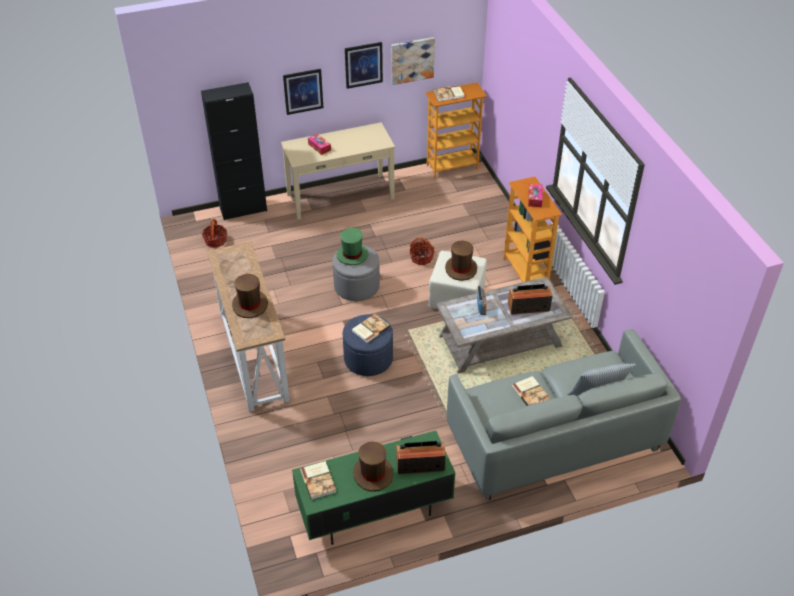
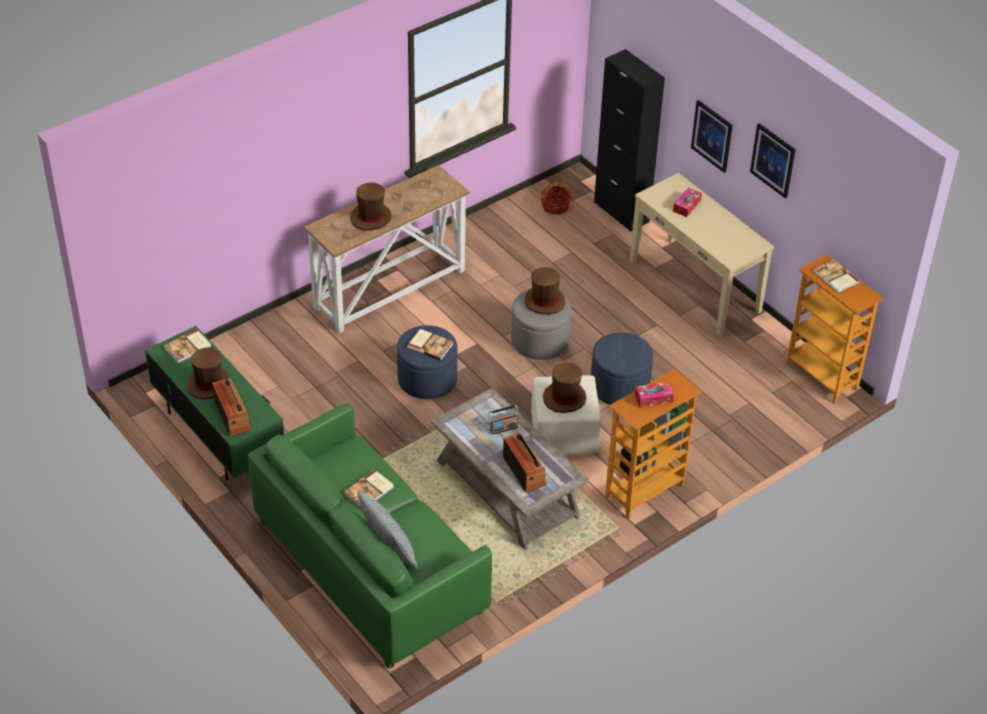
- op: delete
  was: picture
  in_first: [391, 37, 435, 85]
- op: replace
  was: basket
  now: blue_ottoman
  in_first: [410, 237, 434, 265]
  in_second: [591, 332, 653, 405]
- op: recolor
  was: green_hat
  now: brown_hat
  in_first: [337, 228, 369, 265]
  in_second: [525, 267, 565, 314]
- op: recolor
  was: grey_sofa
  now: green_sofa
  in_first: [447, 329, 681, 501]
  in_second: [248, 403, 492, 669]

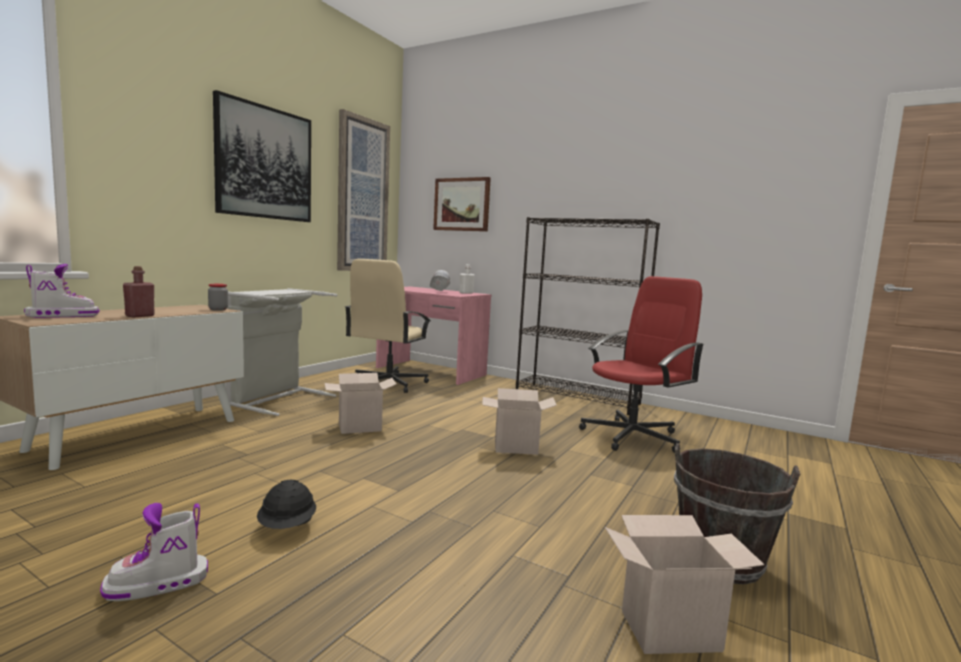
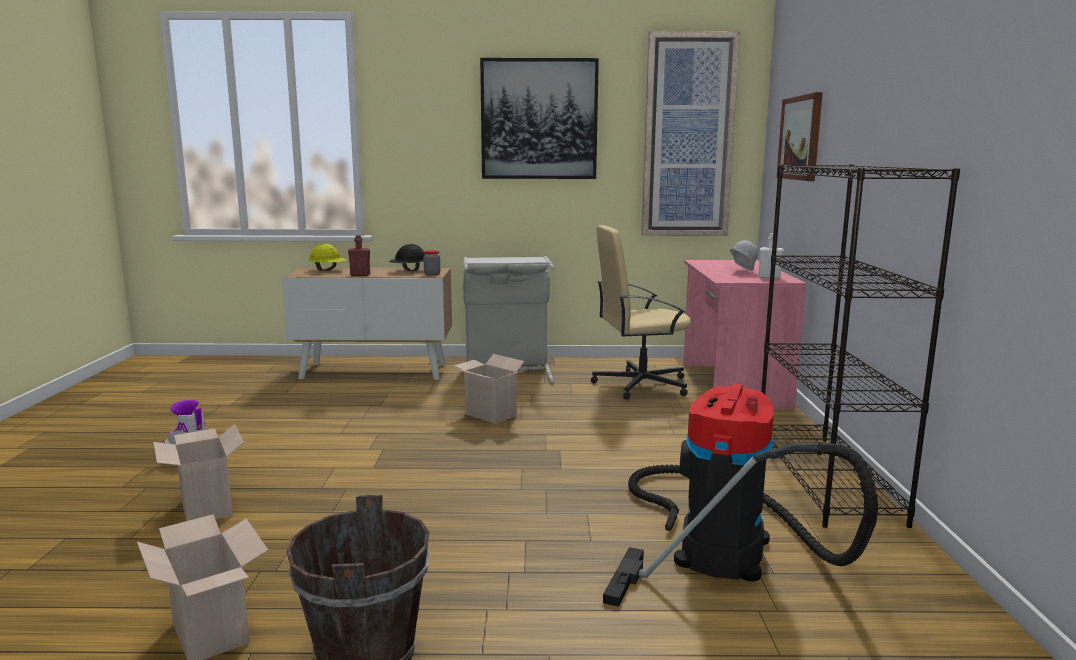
- op: move
  was: black_hard_hat
  in_first: [257, 480, 316, 529]
  in_second: [389, 244, 425, 271]
- op: move
  was: cardboard_box
  in_first: [482, 388, 557, 455]
  in_second: [153, 424, 244, 521]
- op: replace
  was: boot
  now: yellow_hard_hat
  in_first: [24, 264, 99, 318]
  in_second: [309, 244, 346, 271]
- op: replace
  was: red_office_chair
  now: vacuum_cleaner
  in_first: [579, 276, 704, 453]
  in_second: [603, 383, 878, 607]

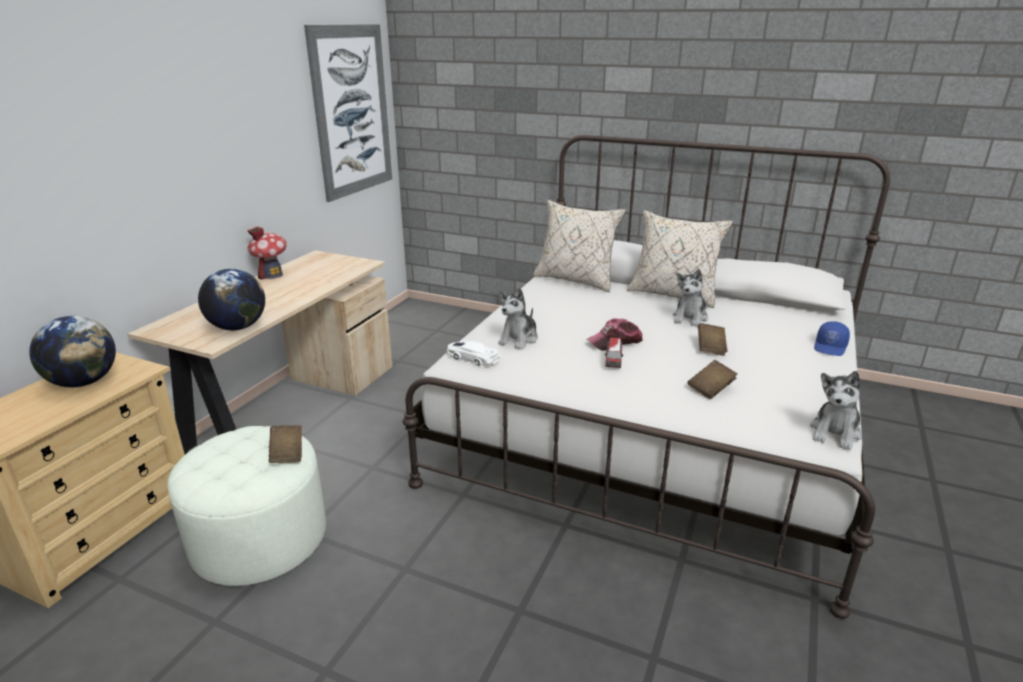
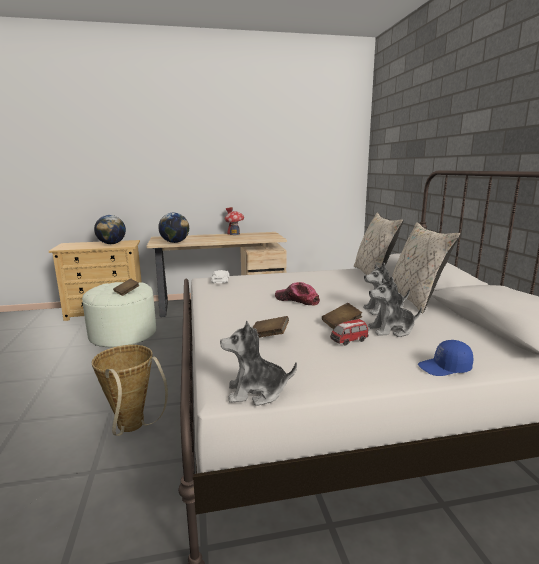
- op: delete
  was: picture
  in_first: [304, 24, 392, 202]
- op: insert
  now: basket
  in_second: [91, 345, 168, 436]
- op: move
  was: plush_toy
  in_first: [498, 288, 538, 350]
  in_second: [368, 277, 422, 337]
- op: move
  was: toy_car
  in_first: [605, 338, 623, 368]
  in_second: [330, 319, 368, 346]

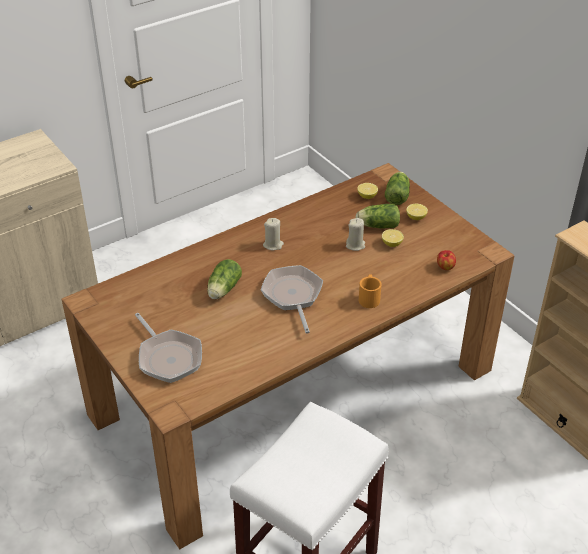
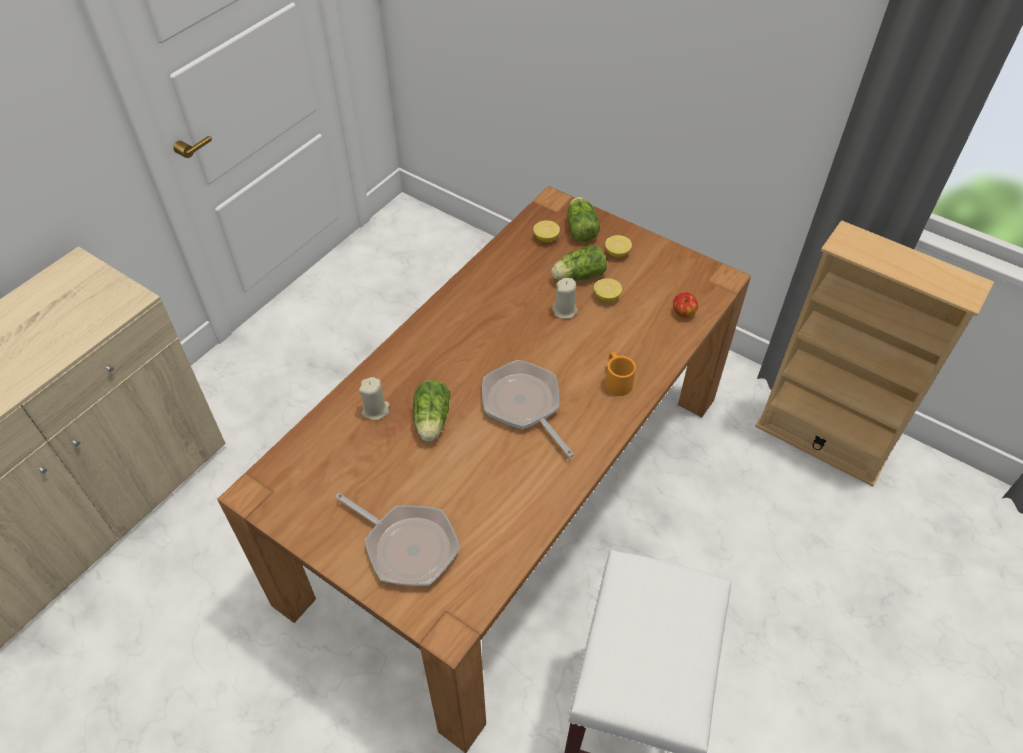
- op: move
  was: beige_candle
  in_first: [263, 218, 284, 250]
  in_second: [359, 377, 390, 420]

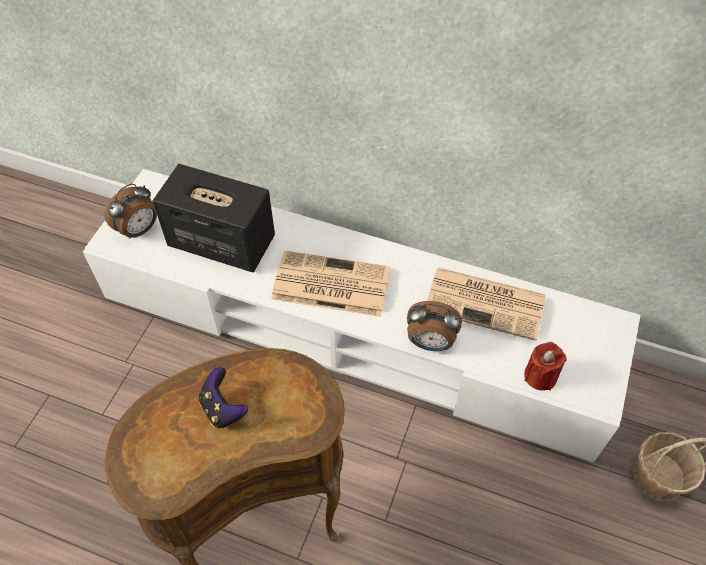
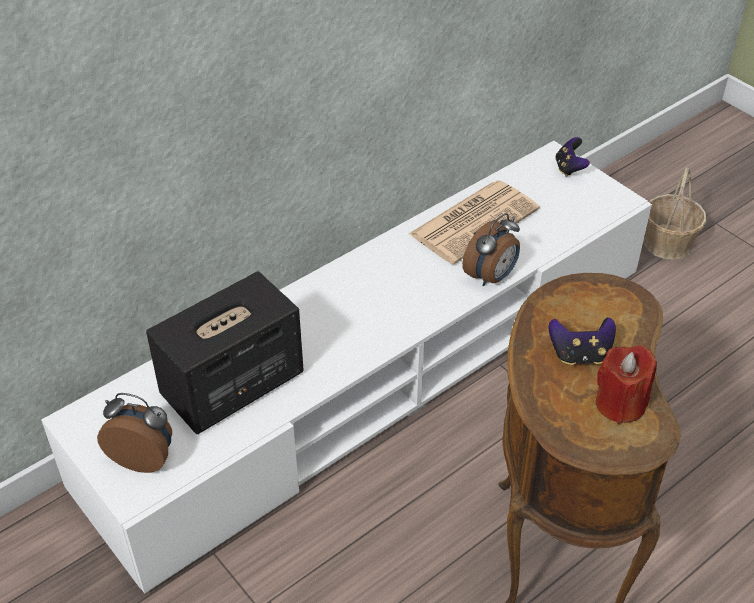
- op: delete
  was: newspaper
  in_first: [271, 251, 390, 317]
- op: insert
  now: game_controller
  in_second: [555, 137, 590, 177]
- op: move
  was: red_candle
  in_first: [524, 342, 567, 391]
  in_second: [596, 345, 657, 424]
- op: rotate
  was: alarm_clock
  in_first: [104, 184, 157, 239]
  in_second: [97, 393, 172, 473]
  clockwise: -60

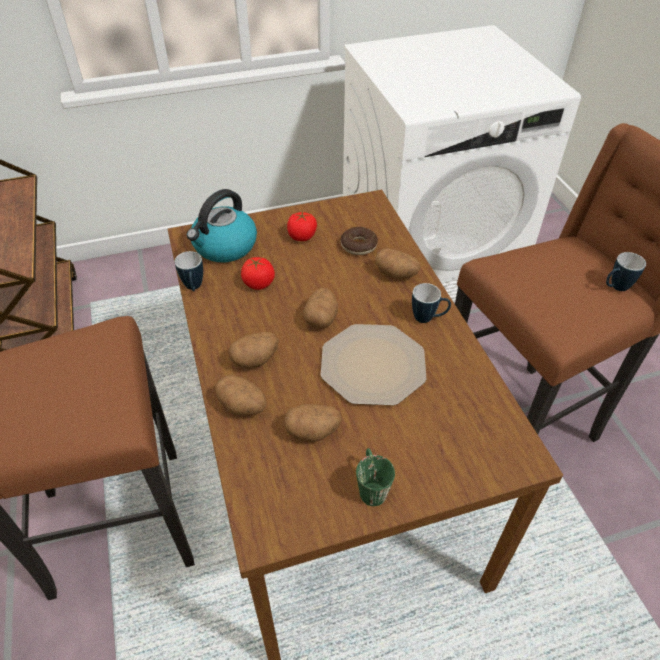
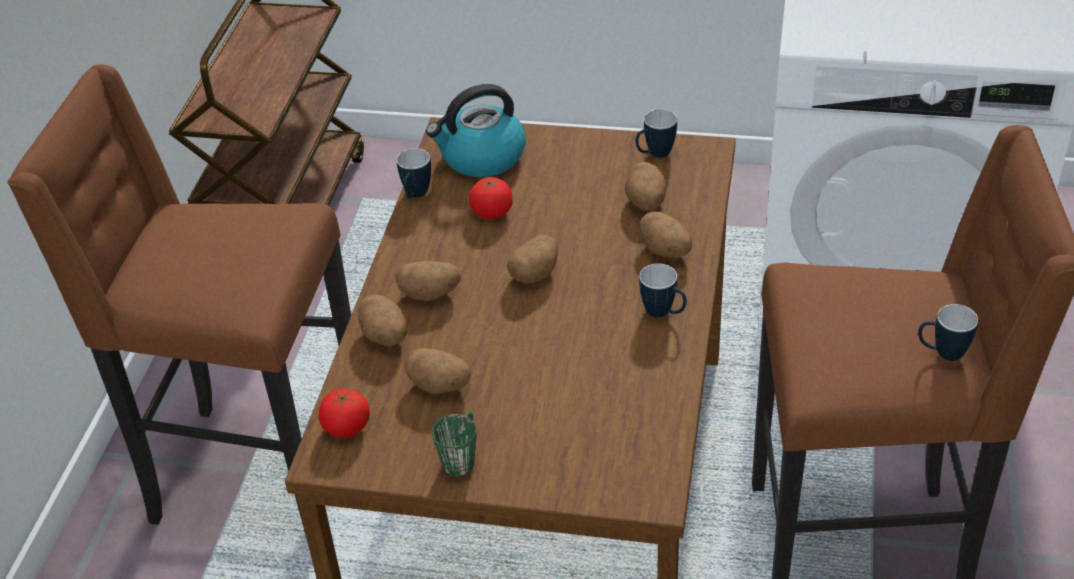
- op: delete
  was: plate
  in_first: [321, 324, 426, 406]
- op: insert
  now: mug
  in_second: [635, 109, 677, 158]
- op: move
  was: tomato
  in_first: [287, 212, 317, 241]
  in_second: [318, 389, 370, 438]
- op: replace
  was: donut
  now: potato
  in_first: [341, 227, 378, 255]
  in_second: [625, 162, 667, 211]

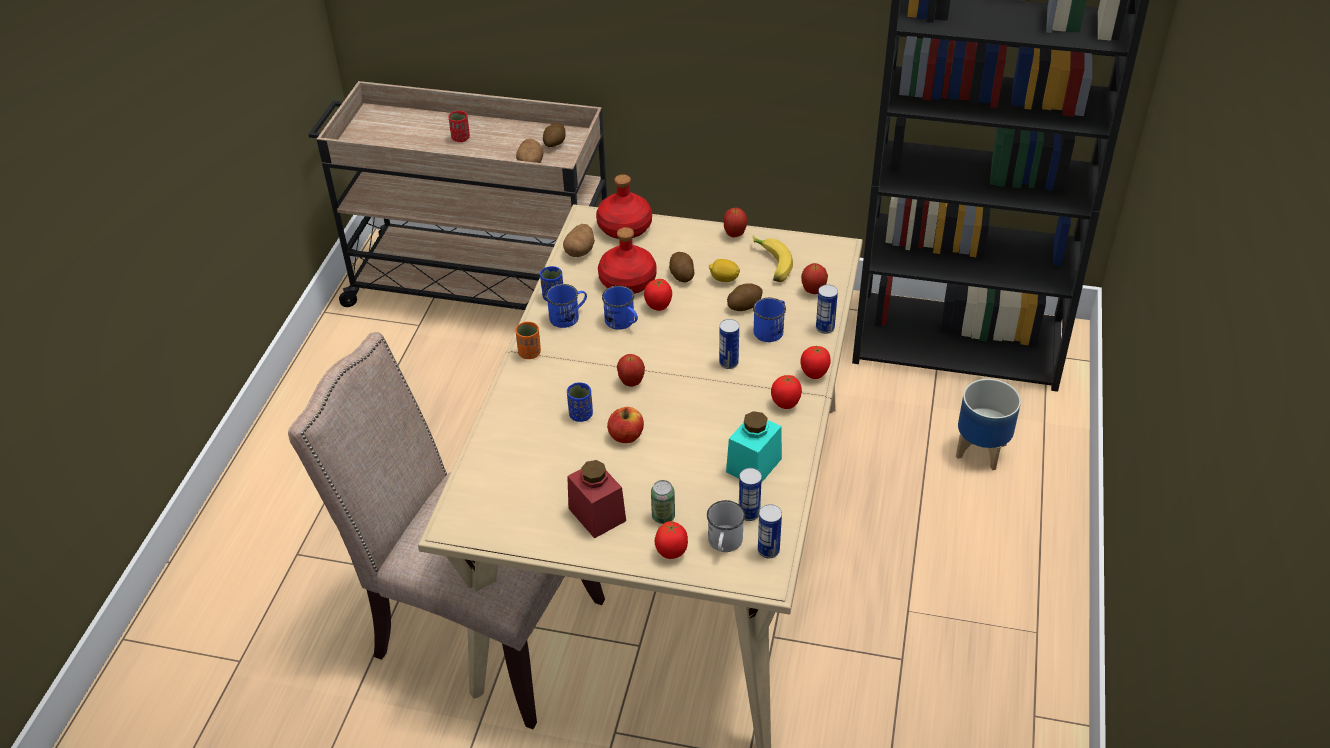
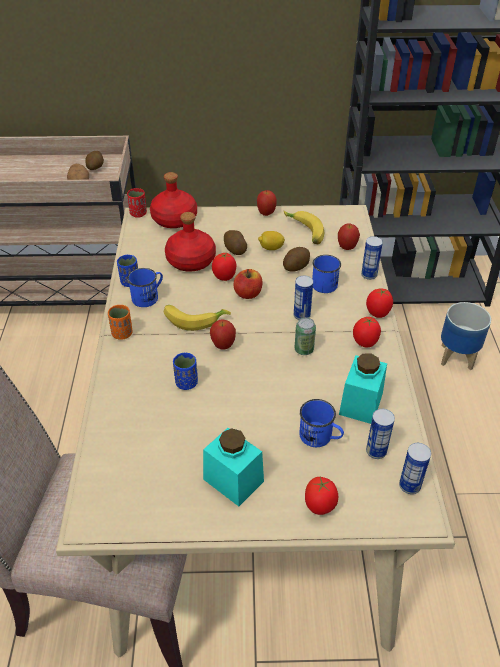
- op: delete
  was: potato
  in_first: [563, 224, 595, 257]
- op: delete
  was: white_mug
  in_first: [707, 500, 745, 552]
- op: insert
  now: banana
  in_second: [164, 305, 231, 331]
- op: move
  was: red_cup
  in_first: [448, 111, 470, 142]
  in_second: [127, 188, 147, 218]
- op: move
  was: blue_mug
  in_first: [602, 286, 638, 330]
  in_second: [299, 399, 344, 447]
- op: move
  was: apple
  in_first: [607, 407, 644, 443]
  in_second: [234, 269, 262, 299]
- op: move
  was: can
  in_first: [651, 480, 675, 524]
  in_second: [295, 317, 316, 355]
- op: recolor
  was: red_jar
  now: turquoise_jar
  in_first: [567, 460, 626, 539]
  in_second: [203, 428, 264, 506]

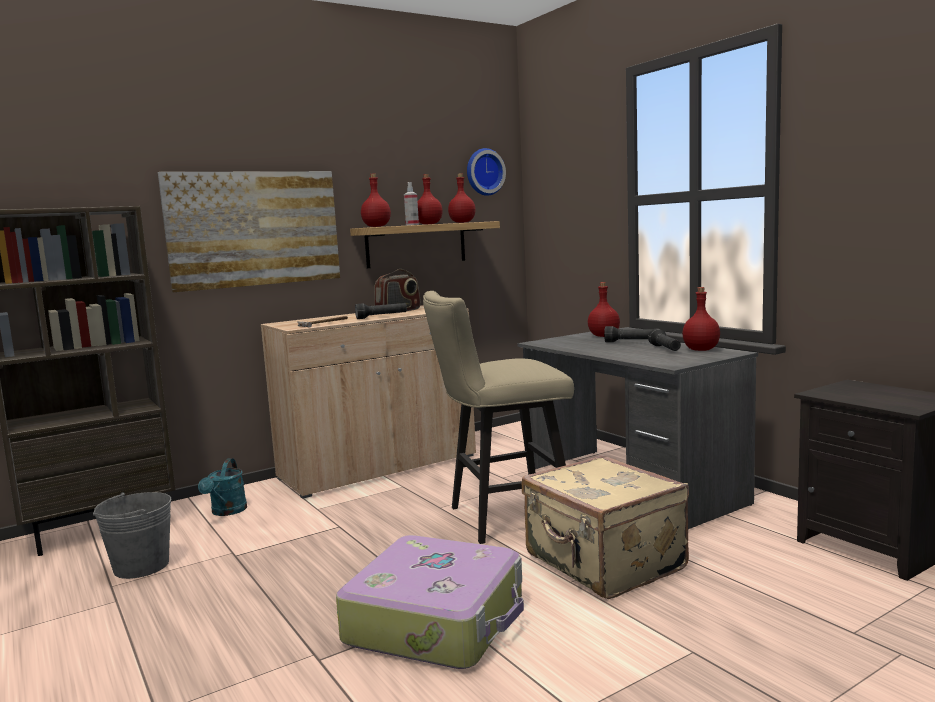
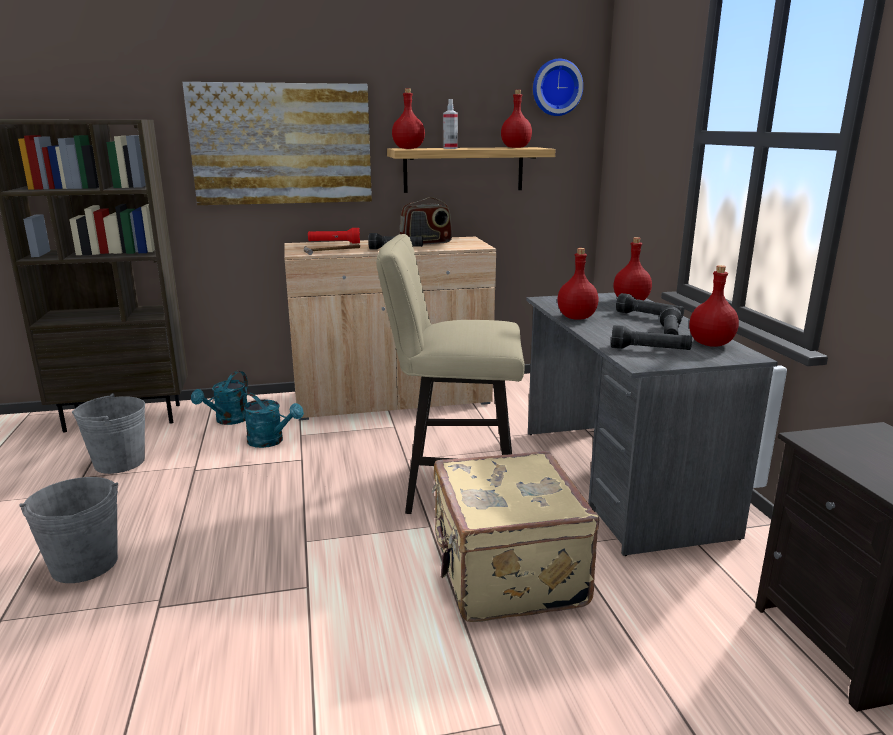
- op: delete
  was: suitcase
  in_first: [336, 535, 524, 669]
- op: insert
  now: grey_bucket
  in_second: [19, 477, 118, 583]
- op: insert
  now: turquoise_watering_can
  in_second: [240, 392, 304, 448]
- op: insert
  now: red_flashlight
  in_second: [308, 228, 360, 243]
- op: insert
  now: black_flashlight
  in_second: [611, 325, 692, 350]
- op: move
  was: red_bottle
  in_first: [418, 174, 443, 224]
  in_second: [557, 248, 598, 320]

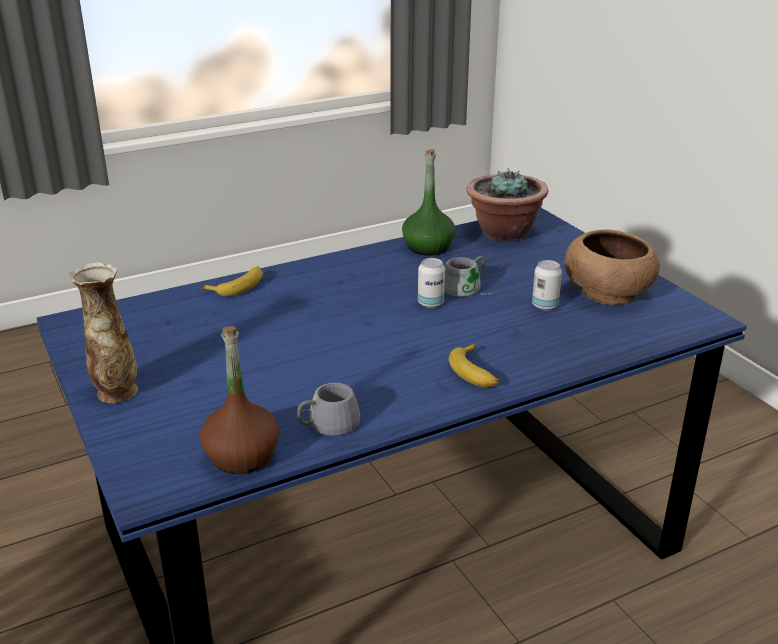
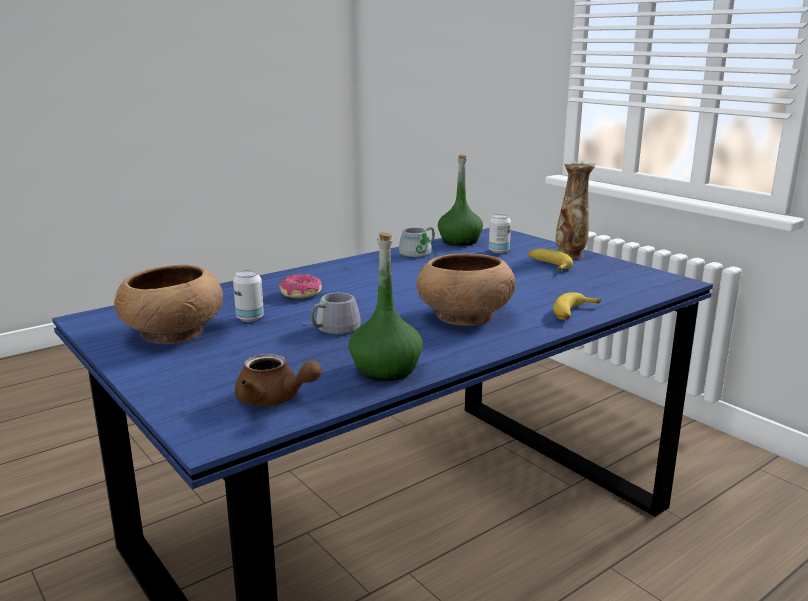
- op: insert
  now: donut
  in_second: [279, 274, 322, 298]
- op: insert
  now: brown_bowl
  in_second: [416, 253, 516, 326]
- op: move
  was: can
  in_first: [418, 258, 445, 308]
  in_second: [489, 214, 511, 253]
- op: move
  was: banana
  in_first: [449, 344, 499, 387]
  in_second: [528, 249, 573, 271]
- op: replace
  was: potted_plant
  now: brown_teapot
  in_first: [466, 168, 548, 242]
  in_second: [235, 353, 322, 407]
- op: recolor
  was: brown_bottle
  now: green_bottle
  in_first: [200, 326, 280, 474]
  in_second: [438, 154, 483, 246]

